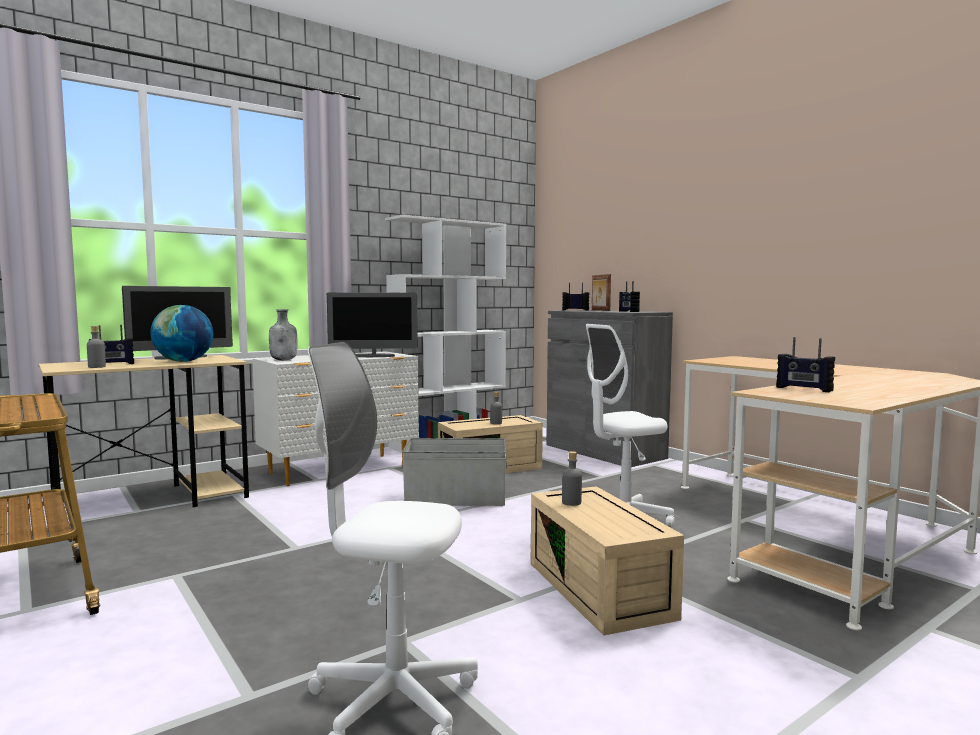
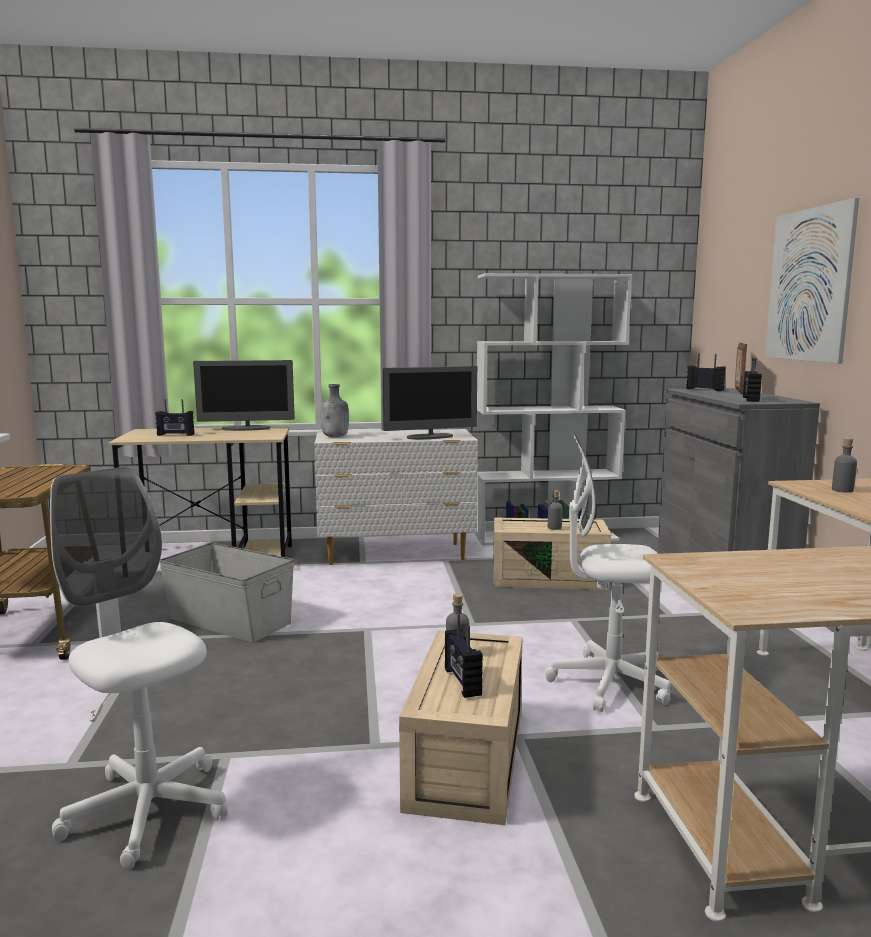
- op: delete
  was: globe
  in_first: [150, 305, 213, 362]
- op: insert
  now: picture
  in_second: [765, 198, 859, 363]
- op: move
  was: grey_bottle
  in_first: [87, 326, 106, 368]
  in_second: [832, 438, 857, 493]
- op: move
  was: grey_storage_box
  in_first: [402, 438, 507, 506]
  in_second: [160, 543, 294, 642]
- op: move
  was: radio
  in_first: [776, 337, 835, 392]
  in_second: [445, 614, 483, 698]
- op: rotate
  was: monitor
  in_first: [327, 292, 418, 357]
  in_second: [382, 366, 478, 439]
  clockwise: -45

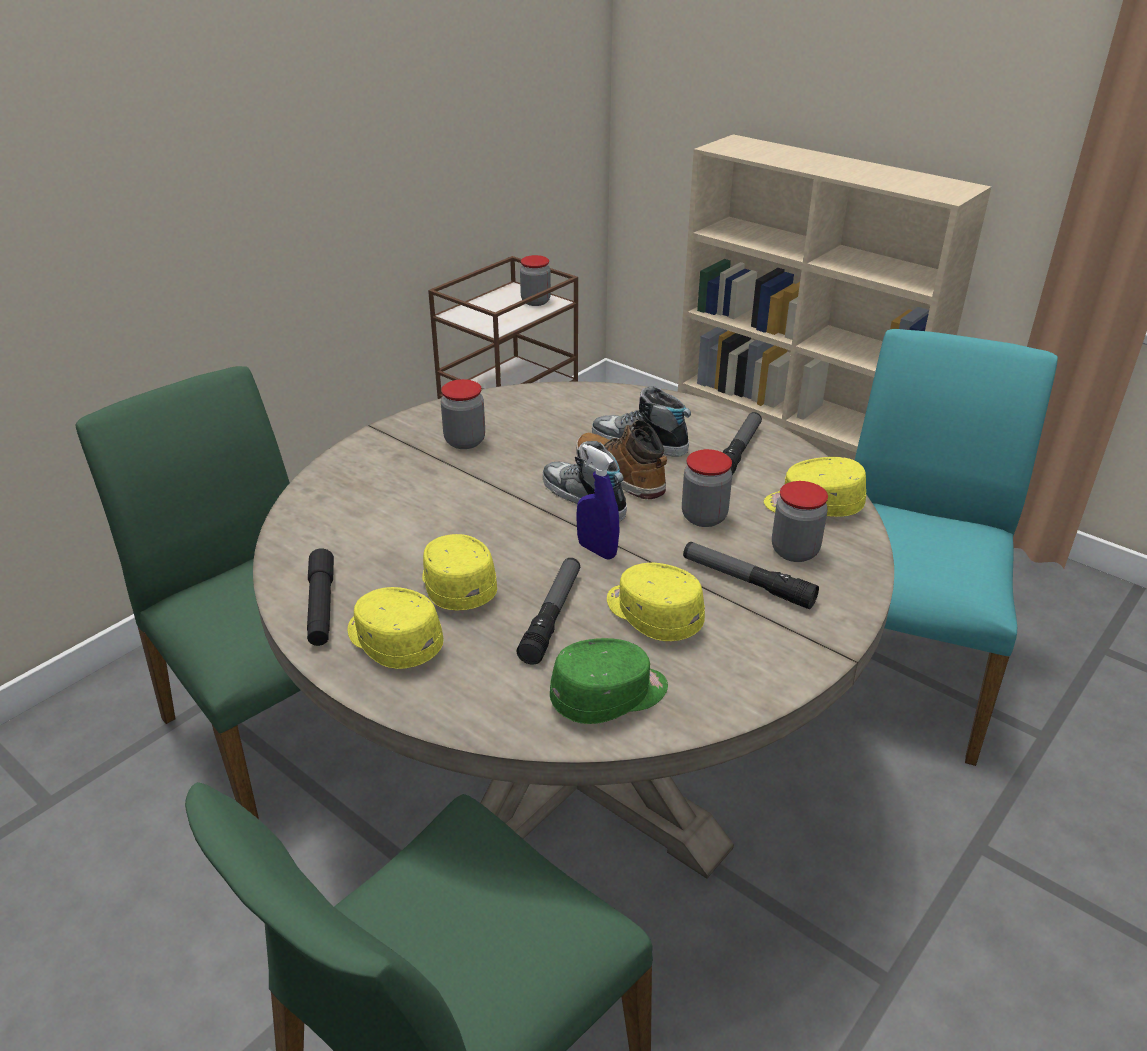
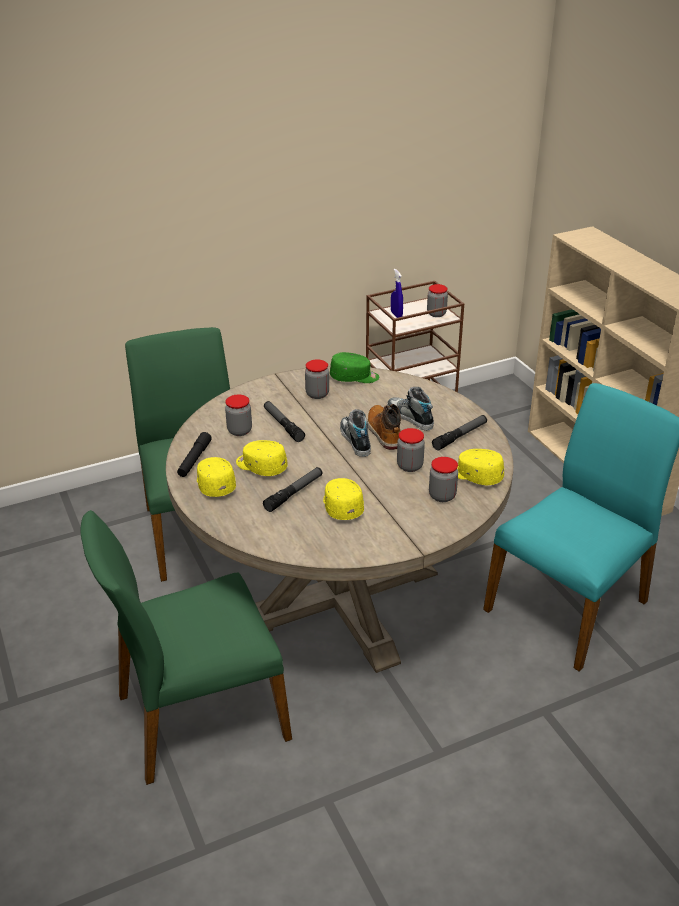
- op: insert
  now: jar
  in_second: [225, 394, 252, 436]
- op: move
  was: green_cap
  in_first: [550, 638, 668, 724]
  in_second: [330, 352, 379, 383]
- op: move
  was: blue_spray_bottle
  in_first: [576, 444, 619, 560]
  in_second: [391, 269, 403, 318]
- op: move
  was: flashlight
  in_first: [683, 542, 819, 609]
  in_second: [264, 401, 305, 442]
- op: rotate
  was: yellow_cap
  in_first: [422, 534, 497, 610]
  in_second: [236, 440, 288, 476]
  clockwise: -60

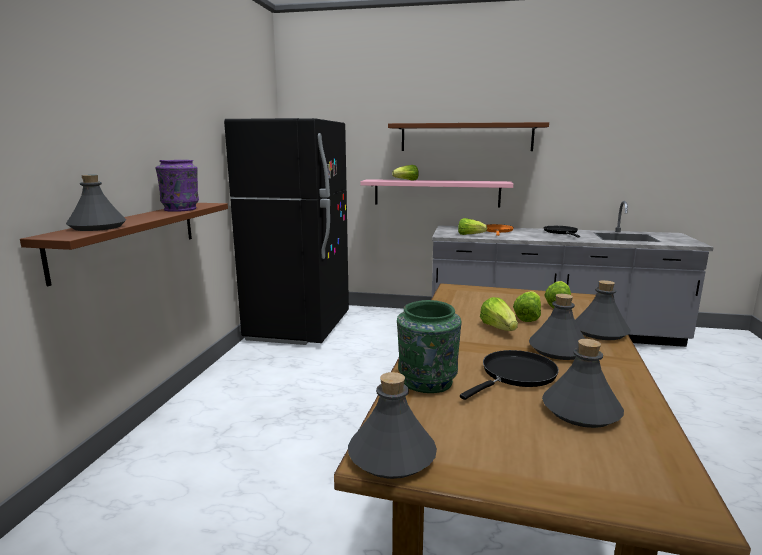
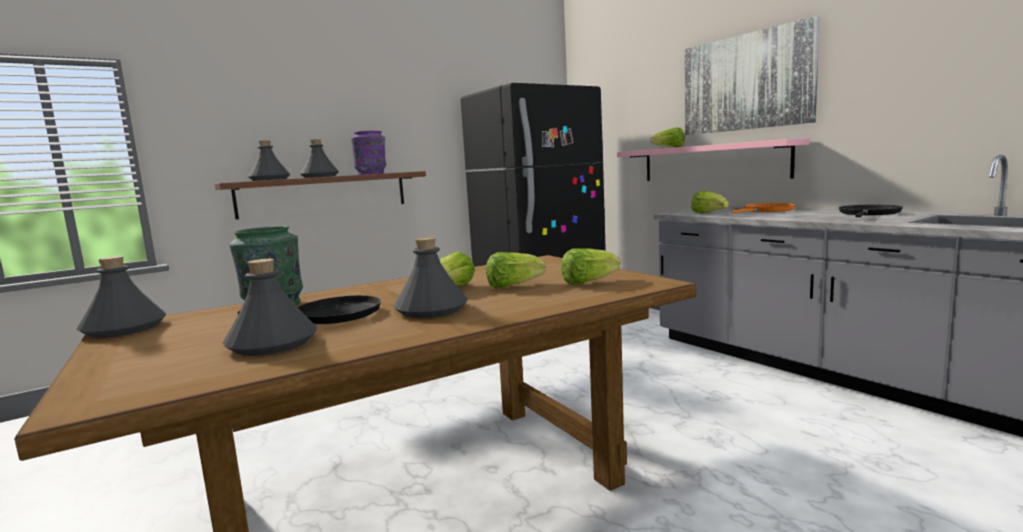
- op: move
  was: grey_bottle
  in_first: [575, 280, 631, 340]
  in_second: [300, 139, 339, 178]
- op: replace
  was: brown_shelf
  now: picture
  in_first: [388, 122, 549, 151]
  in_second: [685, 16, 820, 135]

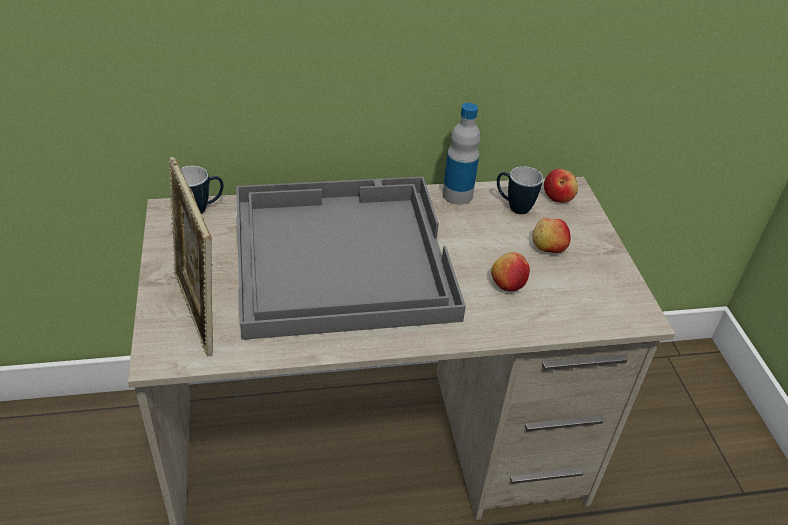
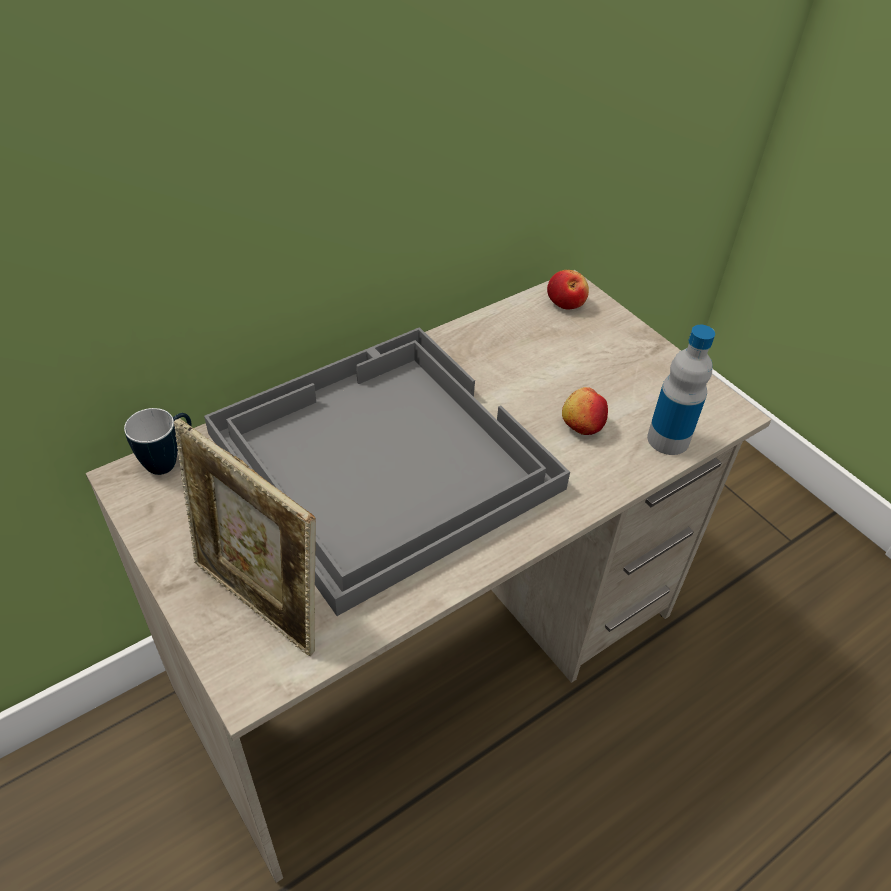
- op: delete
  was: mug
  in_first: [497, 166, 543, 214]
- op: delete
  was: apple
  in_first: [533, 218, 571, 253]
- op: move
  was: bottle
  in_first: [442, 103, 480, 205]
  in_second: [647, 325, 715, 455]

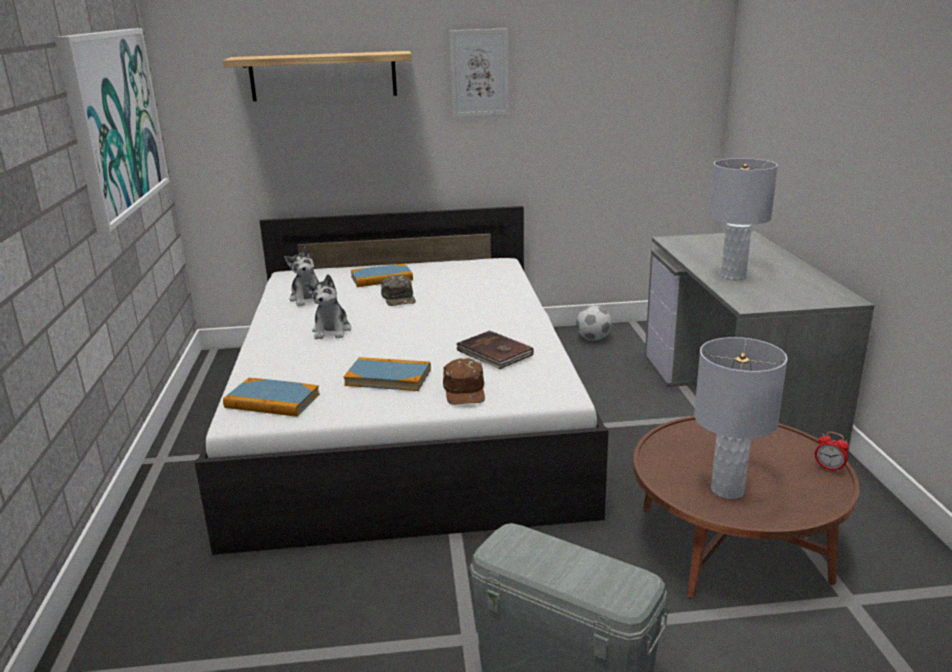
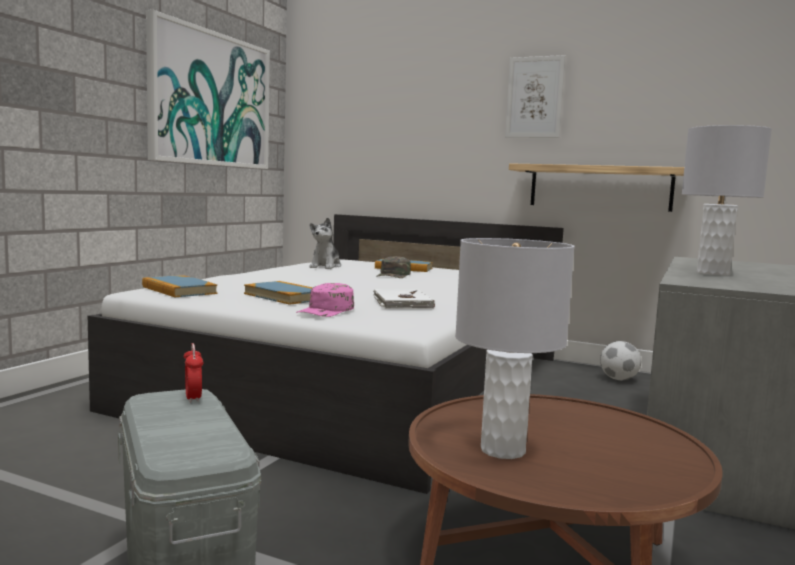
- op: delete
  was: plush_toy
  in_first: [305, 274, 351, 339]
- op: move
  was: shelf
  in_first: [223, 51, 412, 101]
  in_second: [509, 163, 684, 212]
- op: move
  was: alarm_clock
  in_first: [815, 432, 849, 472]
  in_second: [183, 343, 203, 403]
- op: recolor
  was: brown_cap
  now: pink_cap
  in_first: [443, 358, 485, 405]
  in_second: [296, 283, 354, 317]
- op: recolor
  was: brown_book
  now: white_book
  in_first: [456, 330, 534, 369]
  in_second: [373, 289, 435, 309]

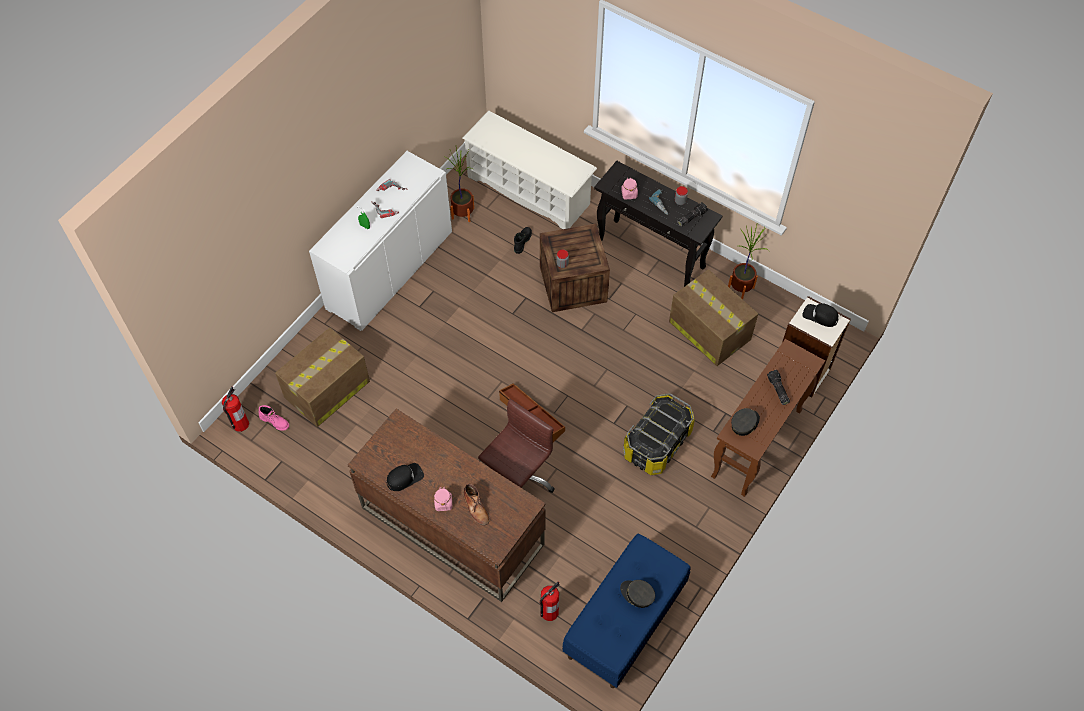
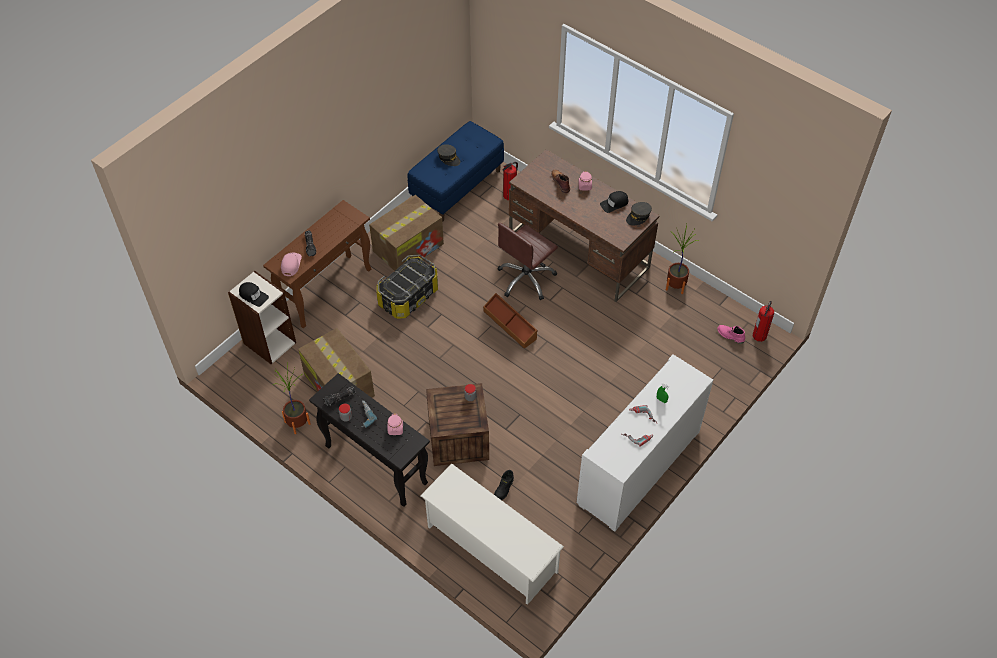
- op: insert
  now: pink_cap
  in_second: [281, 253, 302, 276]
- op: move
  was: cardboard_box
  in_first: [275, 328, 370, 427]
  in_second: [369, 195, 444, 271]
- op: move
  was: potted_plant
  in_first: [443, 148, 474, 222]
  in_second: [666, 224, 699, 294]
- op: move
  was: grey_cap
  in_first: [731, 408, 760, 436]
  in_second: [626, 202, 652, 226]

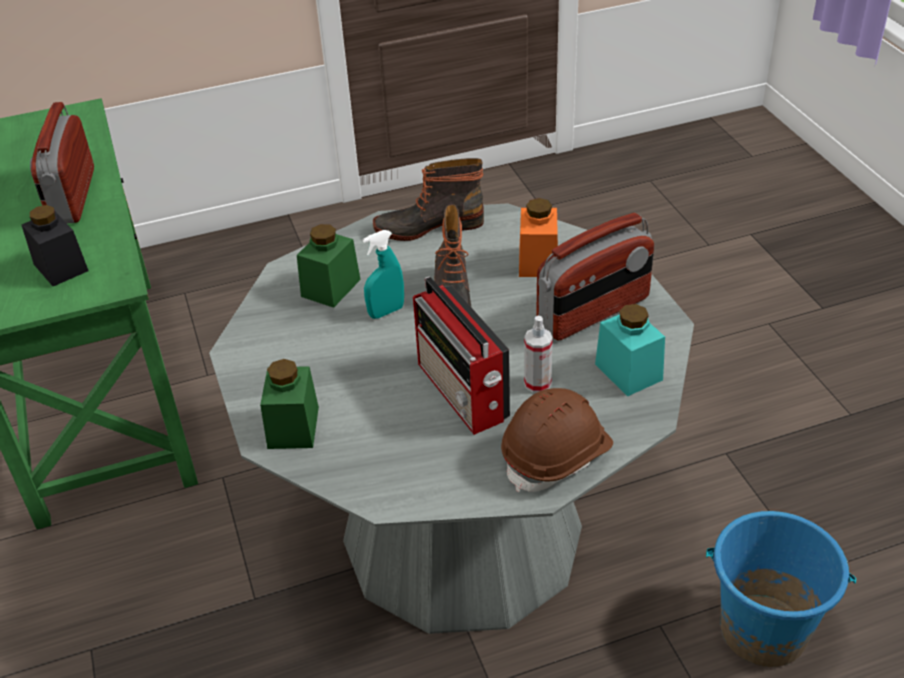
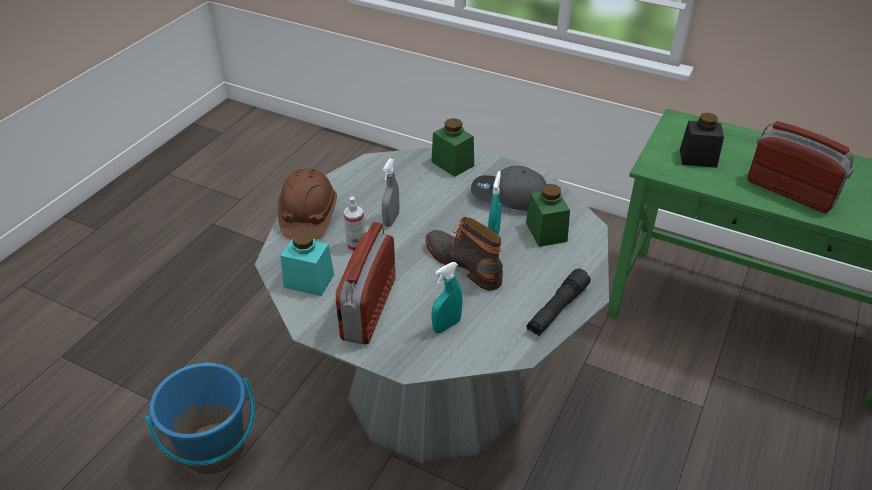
- op: insert
  now: grey_cap
  in_second: [471, 166, 547, 211]
- op: replace
  was: boot
  now: black_flashlight
  in_first: [373, 158, 484, 241]
  in_second: [527, 268, 591, 336]
- op: replace
  was: radio
  now: grey_spray_bottle
  in_first: [413, 276, 510, 435]
  in_second: [382, 158, 400, 227]
- op: replace
  was: orange_jar
  now: turquoise_spray_bottle
  in_first: [519, 198, 558, 277]
  in_second: [431, 262, 463, 333]

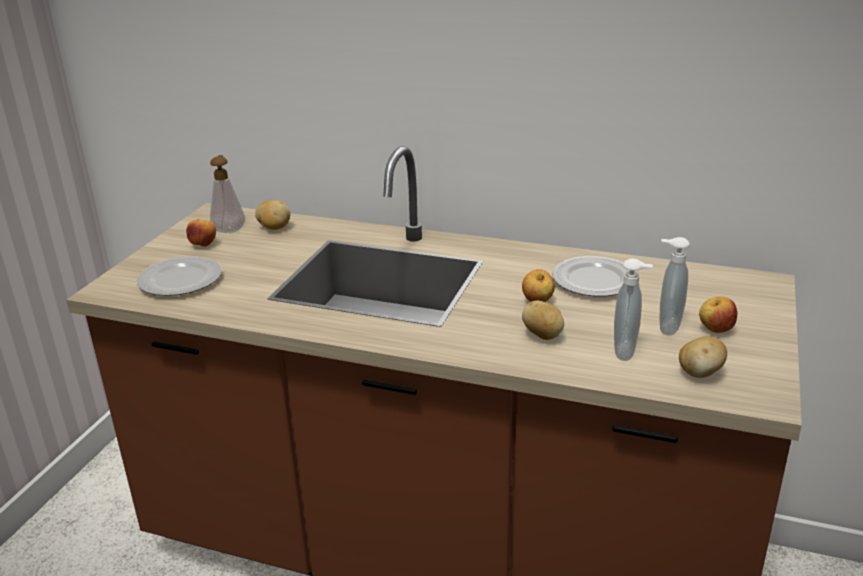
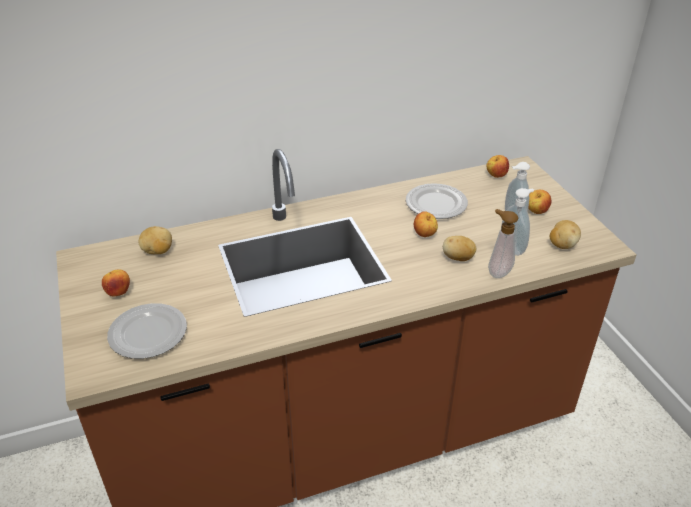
- op: insert
  now: apple
  in_second: [486, 155, 509, 178]
- op: move
  was: soap_dispenser
  in_first: [210, 155, 245, 233]
  in_second: [488, 209, 518, 278]

